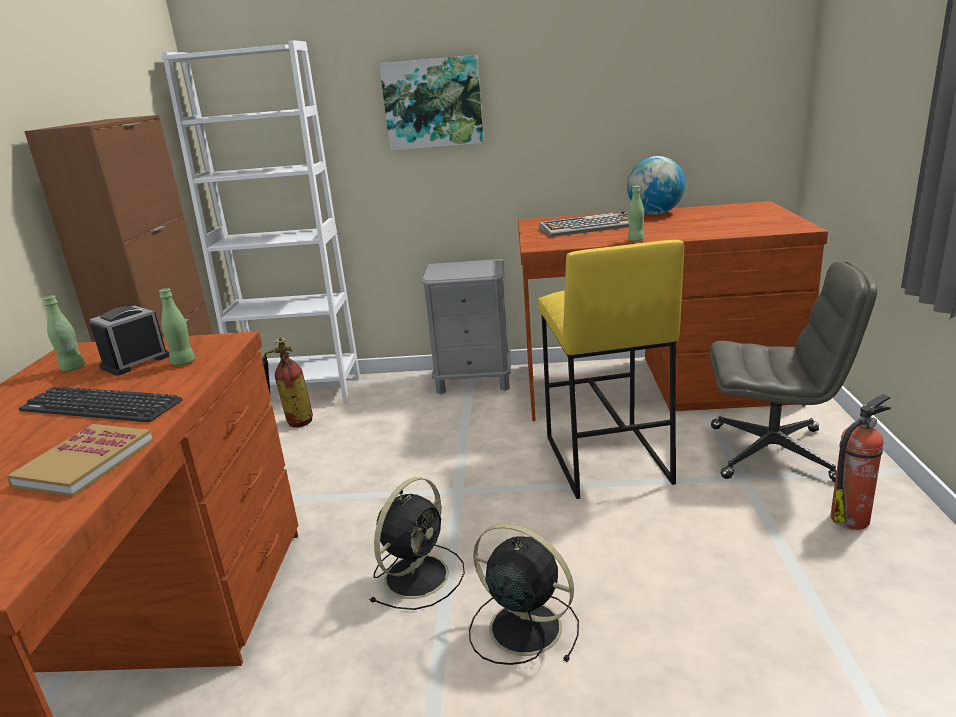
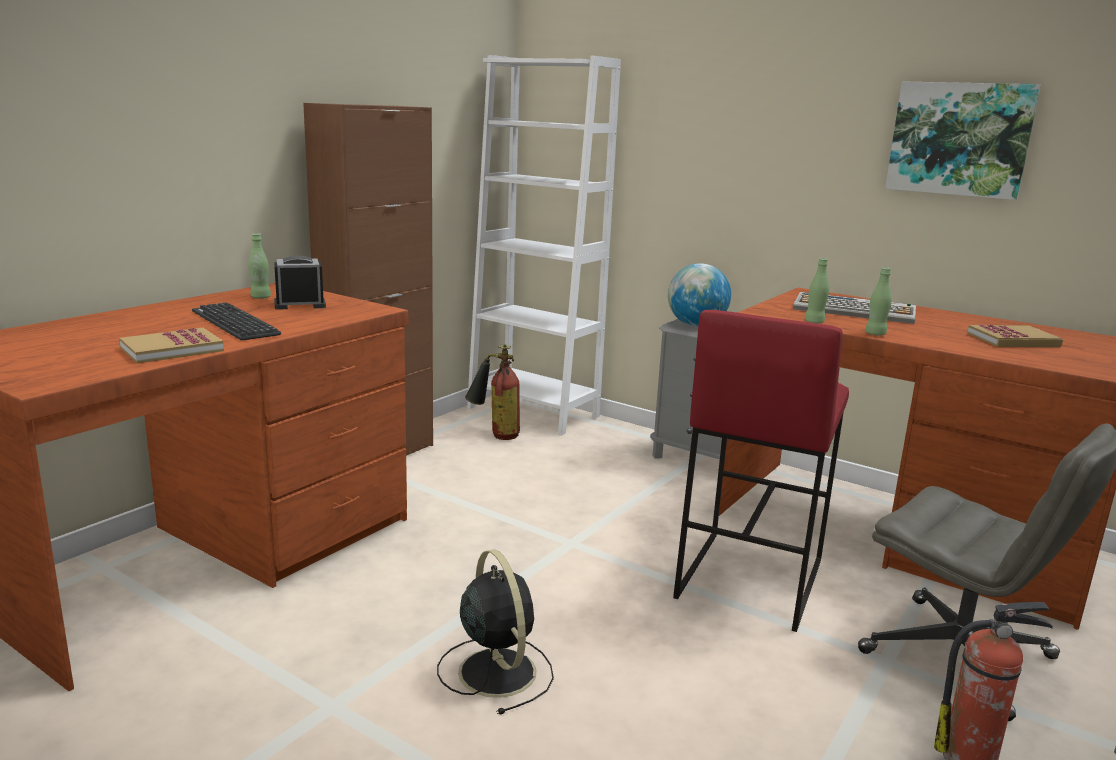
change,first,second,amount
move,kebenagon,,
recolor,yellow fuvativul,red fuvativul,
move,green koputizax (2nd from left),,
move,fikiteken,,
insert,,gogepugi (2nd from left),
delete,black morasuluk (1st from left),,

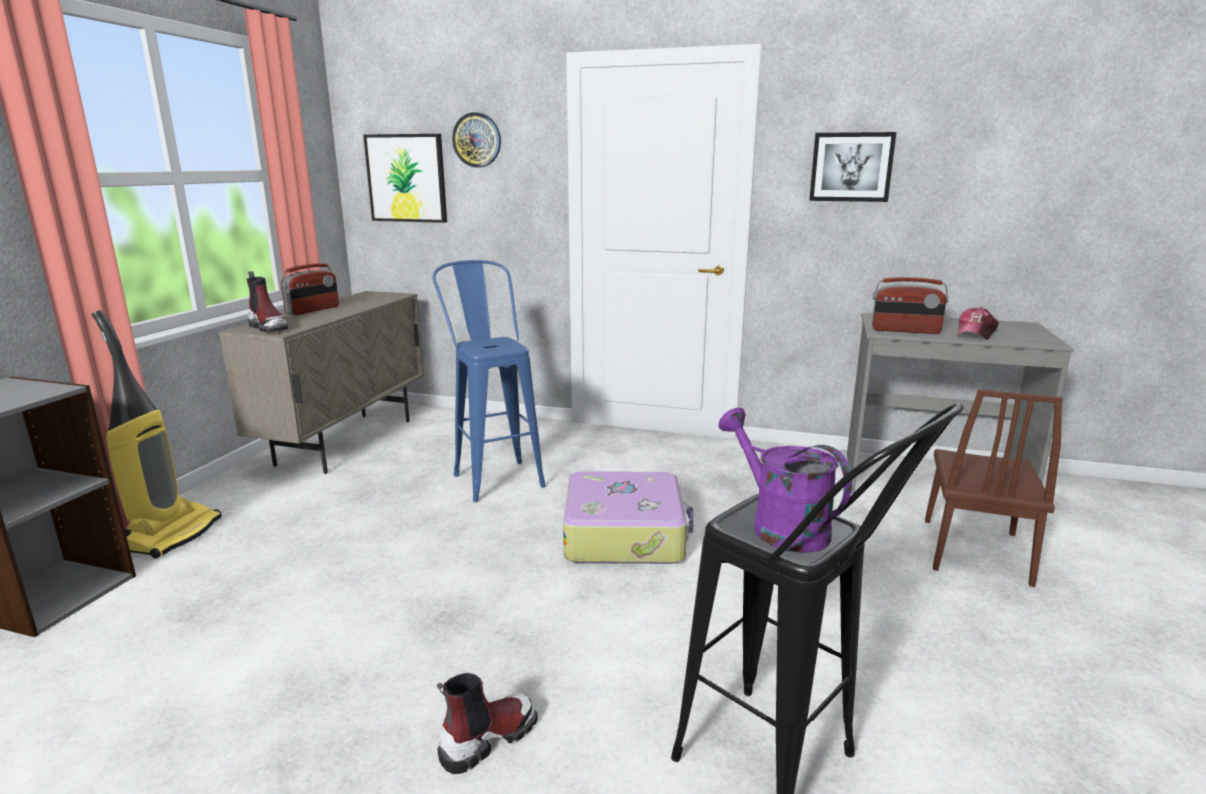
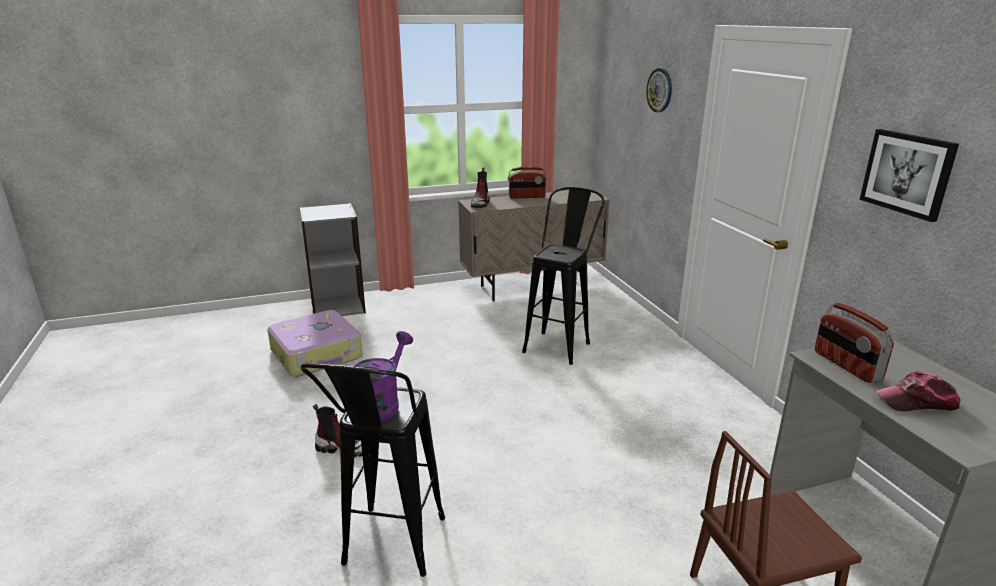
change,first,second,amount
move,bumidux,,
recolor,blue fuvativul,black fuvativul (2nd from left),
delete,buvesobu,,
delete,fikiteken (1st from left),,

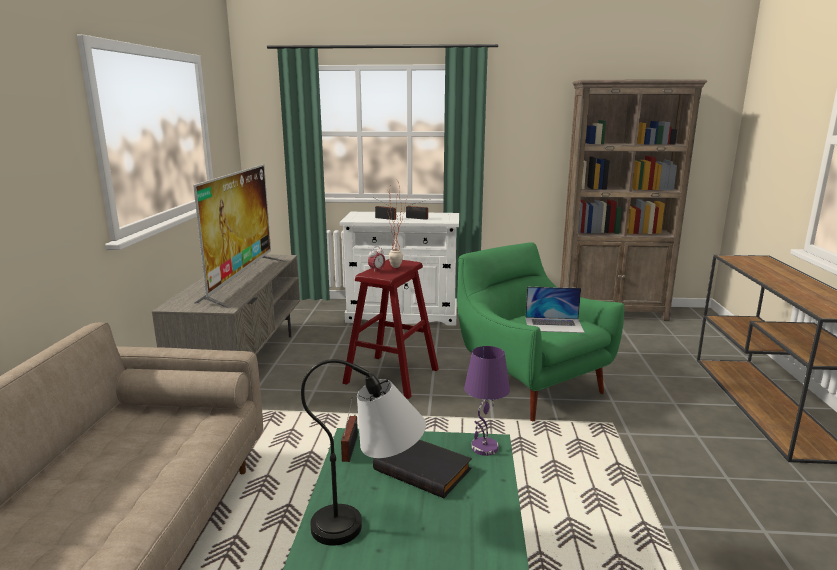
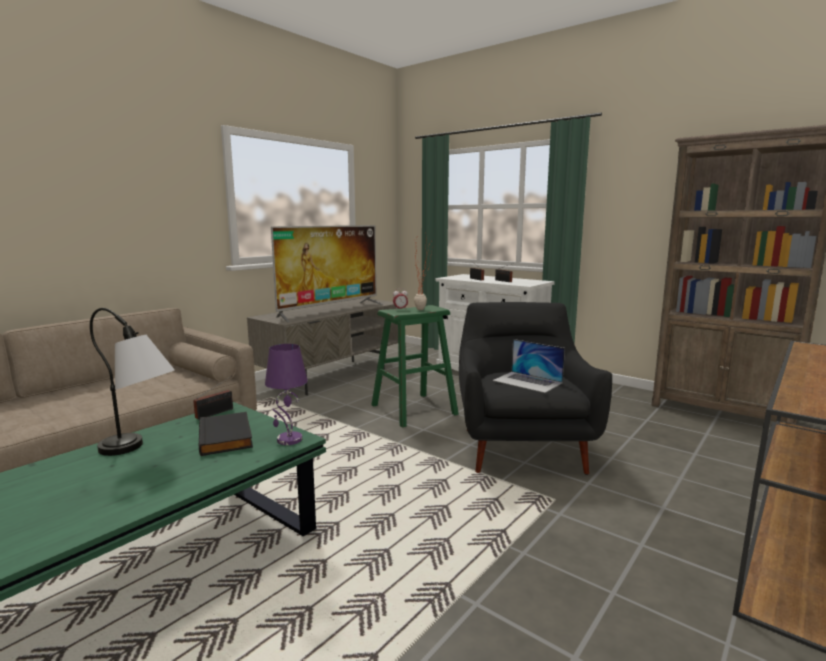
change,first,second,amount
recolor,red fuvativul,green fuvativul,
recolor,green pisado,black pisado,

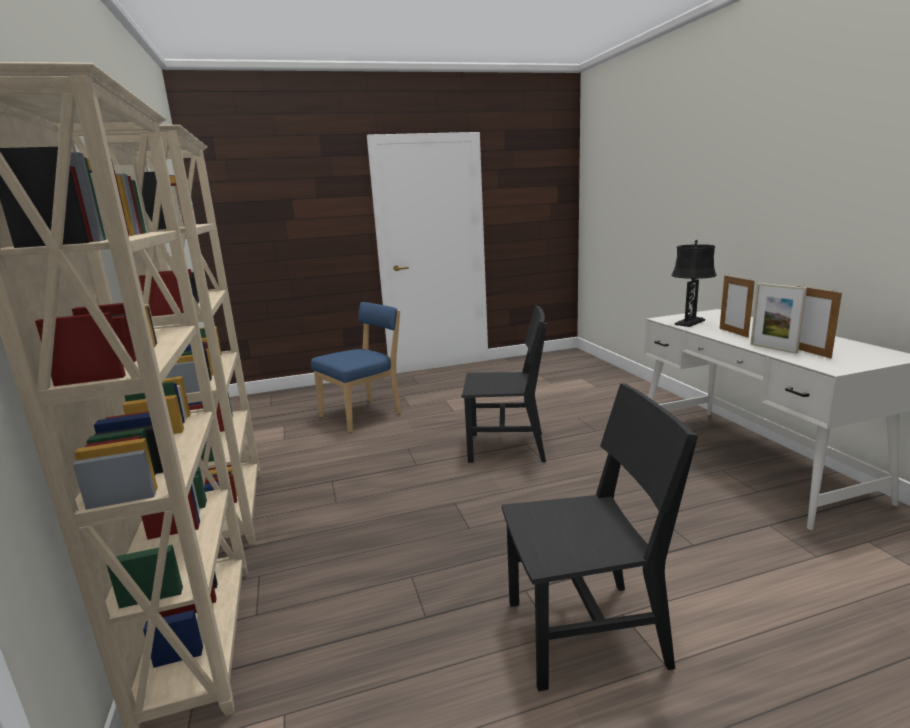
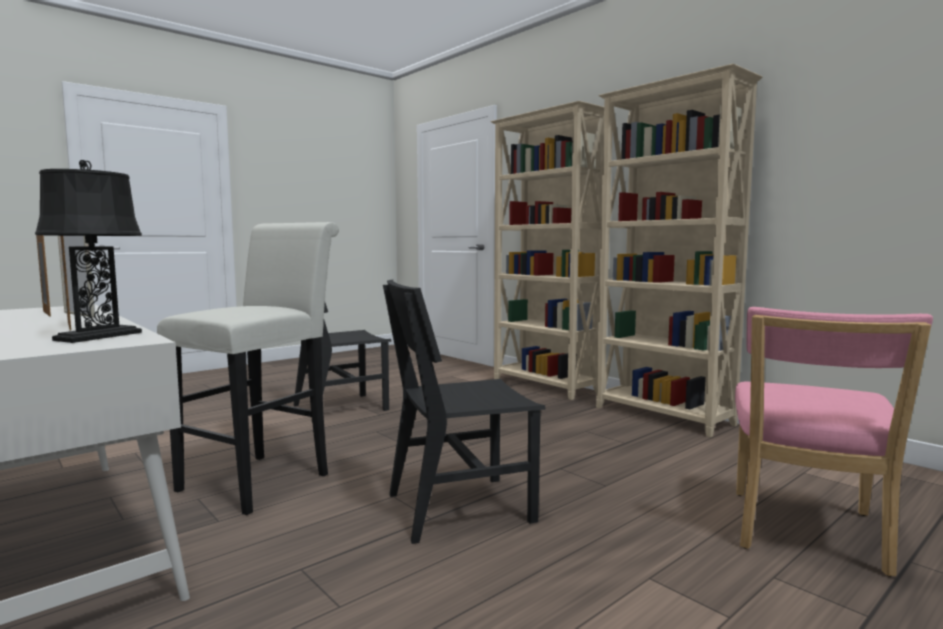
change,first,second,amount
insert,,white fuvativul,
recolor,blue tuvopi,pink tuvopi,

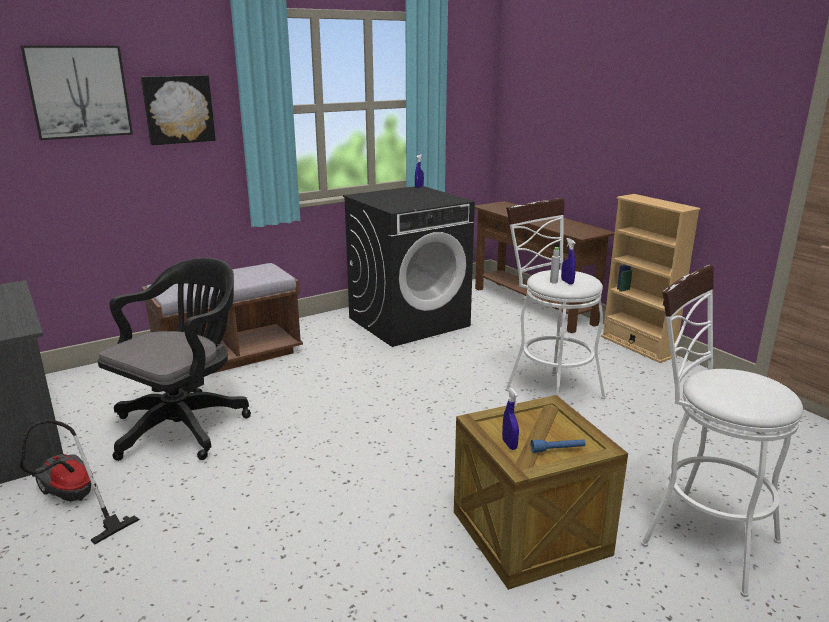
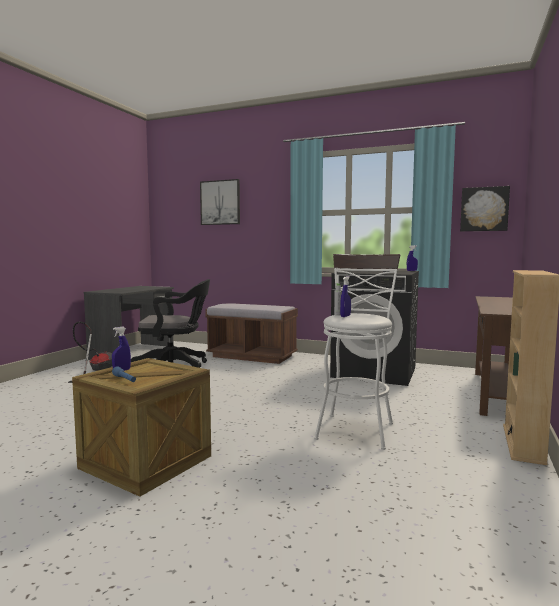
change,first,second,amount
move,fikiteken (2nd from left),,
delete,white fuvativul (2nd from left),,

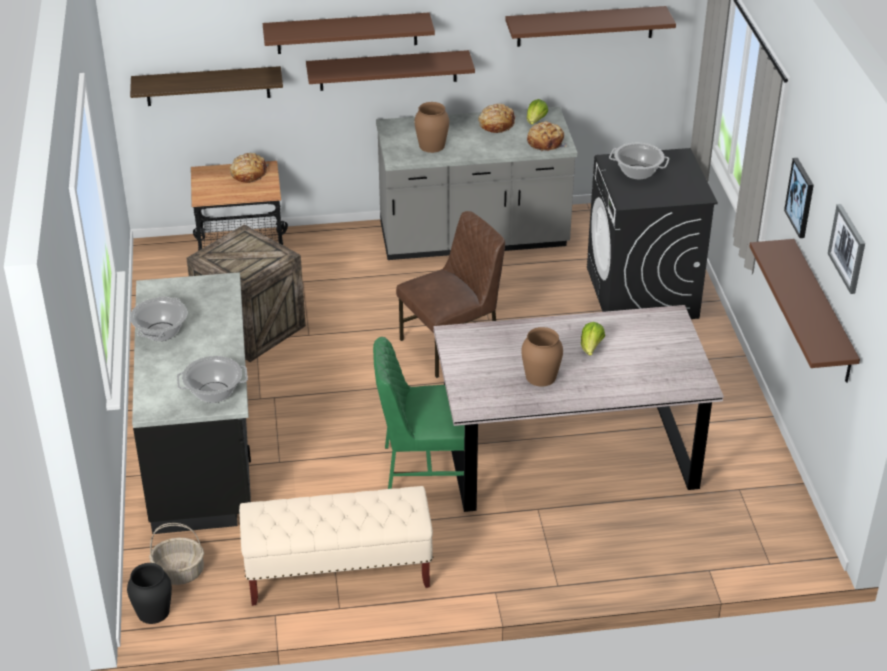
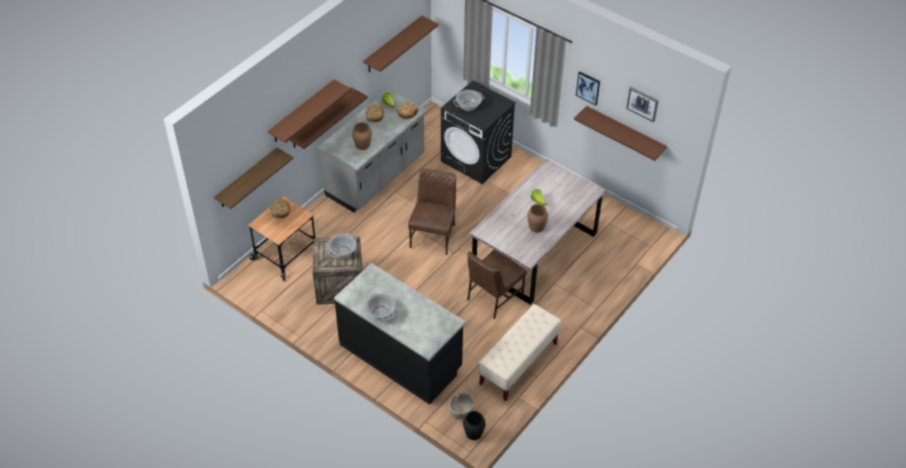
change,first,second,amount
move,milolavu (2nd from left in the first image),milolavu (1st from left),
recolor,green tuvopi,brown tuvopi (2nd from left),

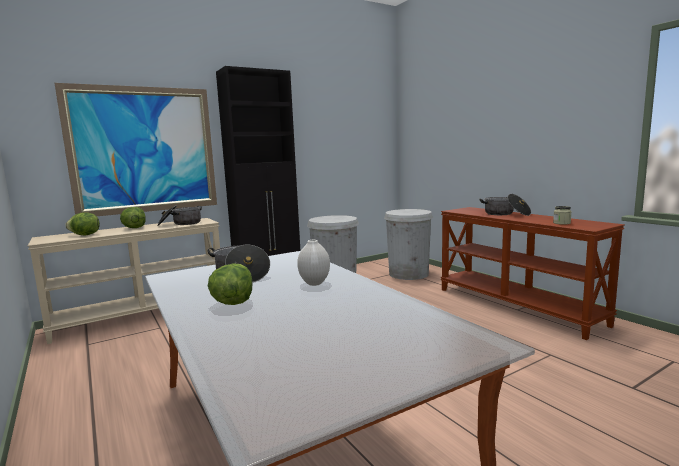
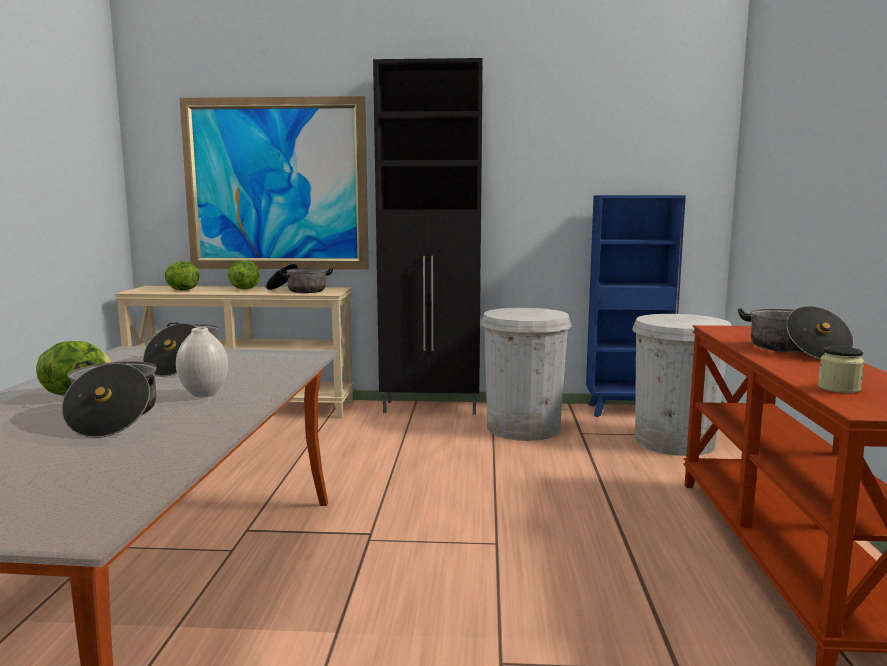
change,first,second,amount
insert,,milolavu (1st from left),
insert,,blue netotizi,

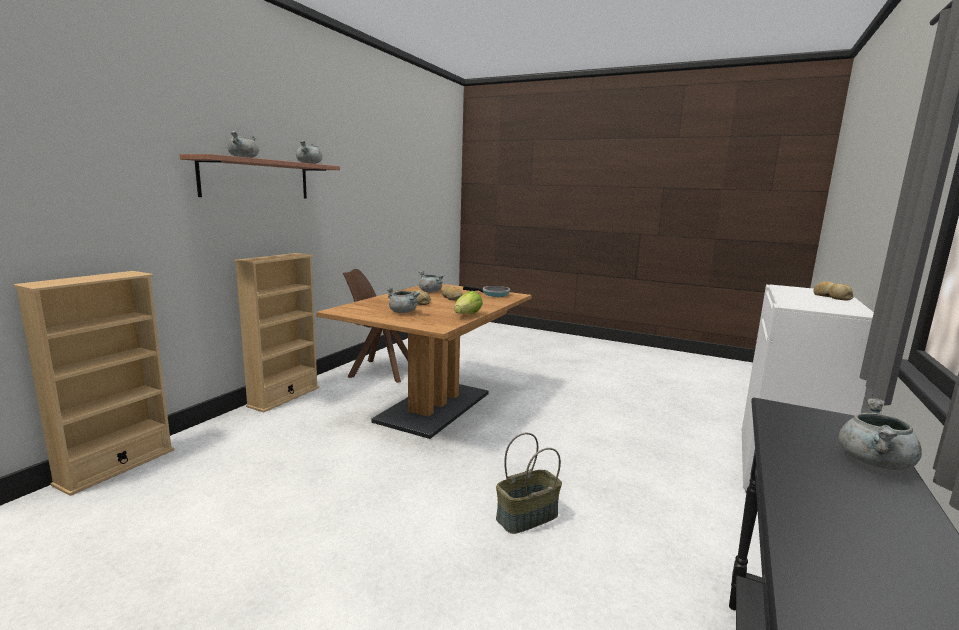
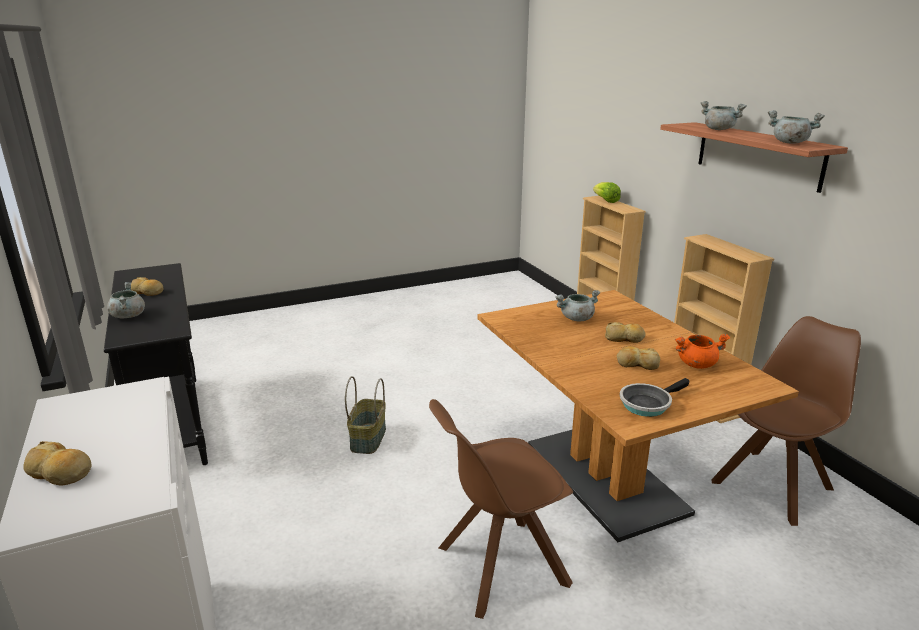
change,first,second,amount
insert,,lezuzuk (2nd from left),
insert,,brown tuvopi (1st from left),
move,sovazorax,,
recolor,grey milolavu (4th from left),orange milolavu,

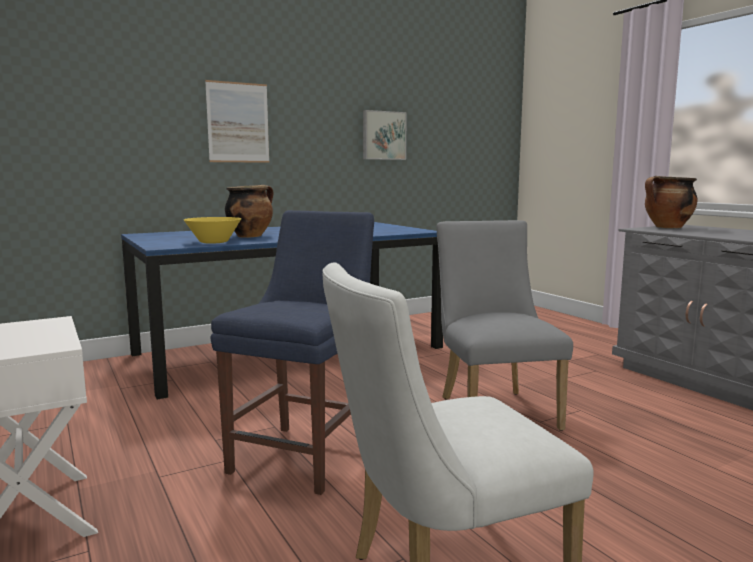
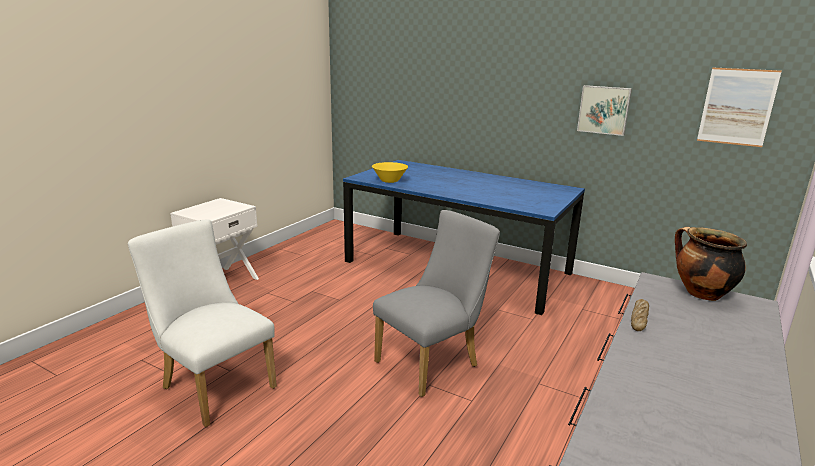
change,first,second,amount
insert,,lezuzuk,
move,fikiteken (1st from left in the first image),fikiteken (2nd from left),
delete,blue tuvopi,,
delete,milolavu (1st from left),,

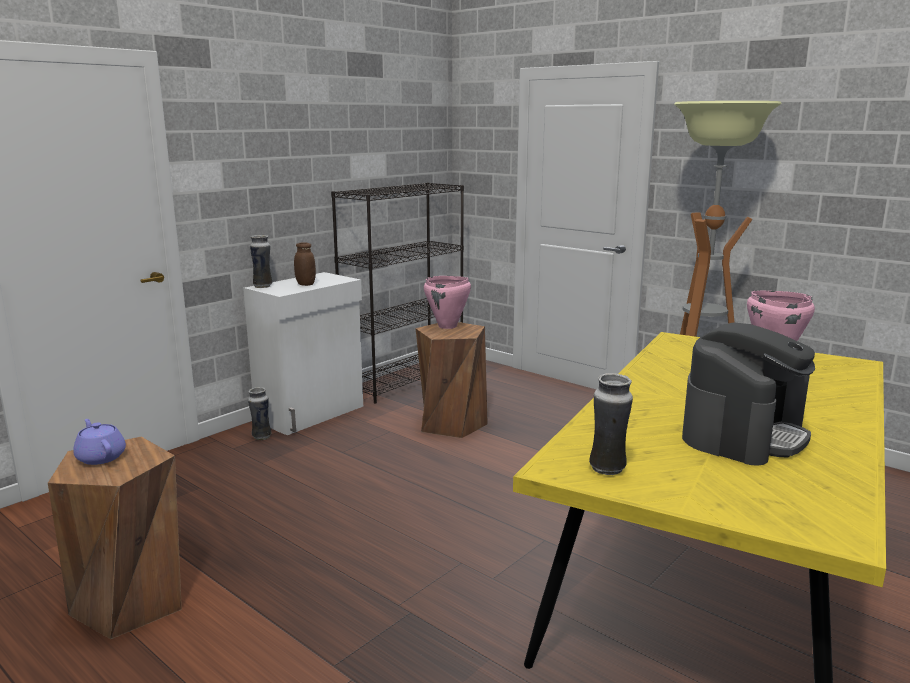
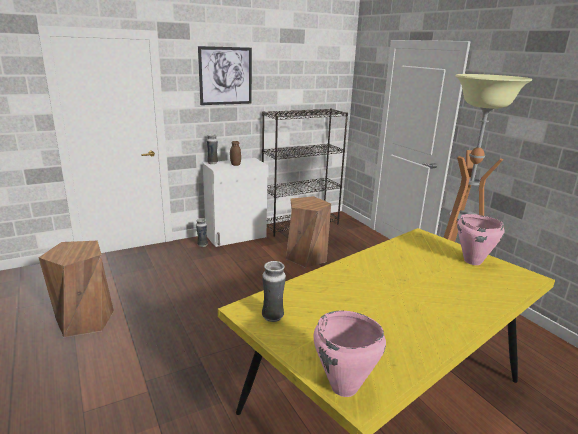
change,first,second,amount
insert,,fikiteken,
move,pink milolavu (1st from left),,
delete,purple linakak,,
delete,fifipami,,

